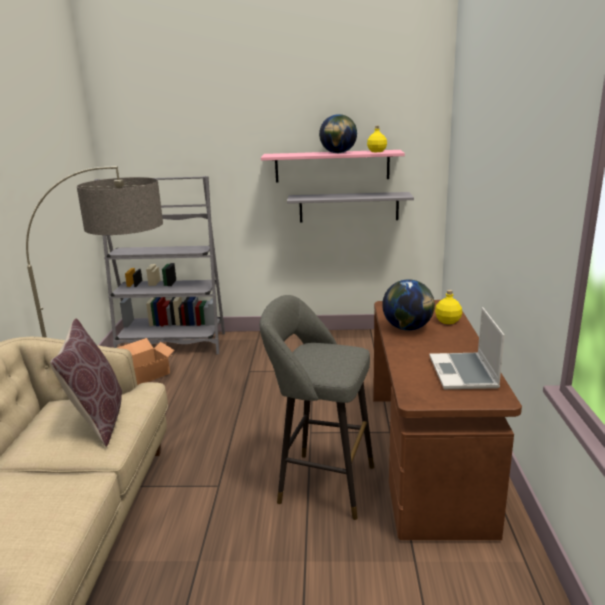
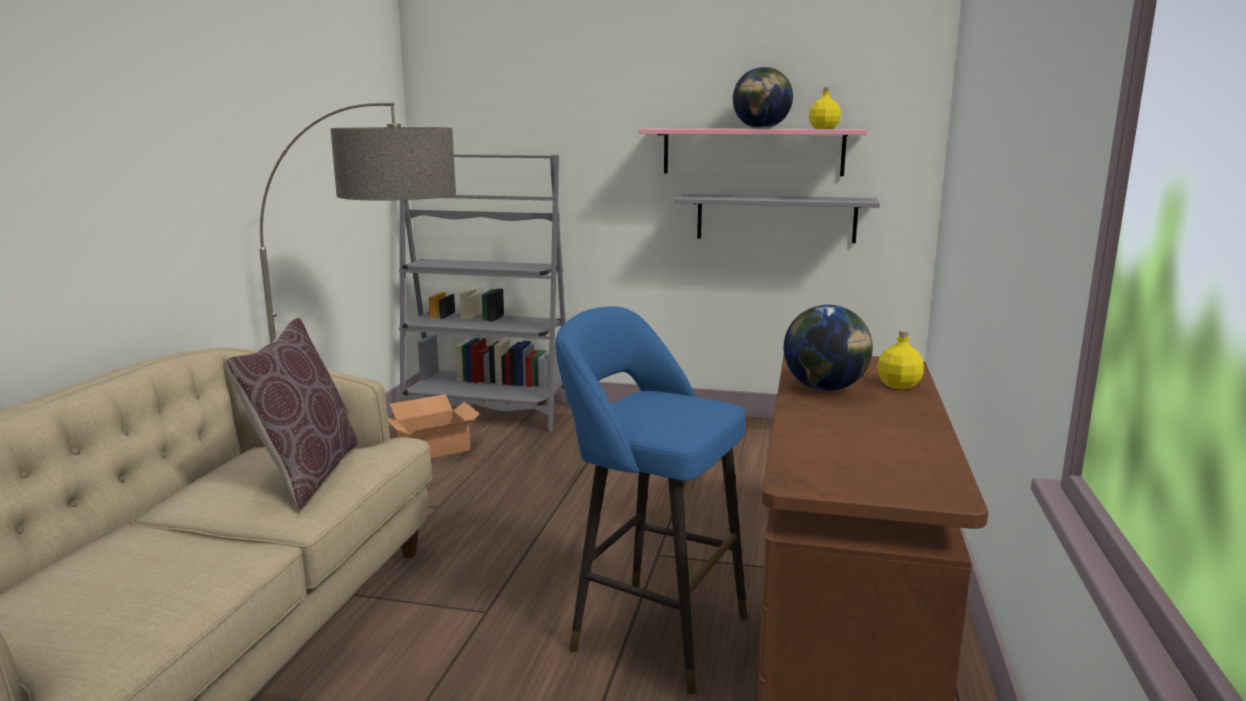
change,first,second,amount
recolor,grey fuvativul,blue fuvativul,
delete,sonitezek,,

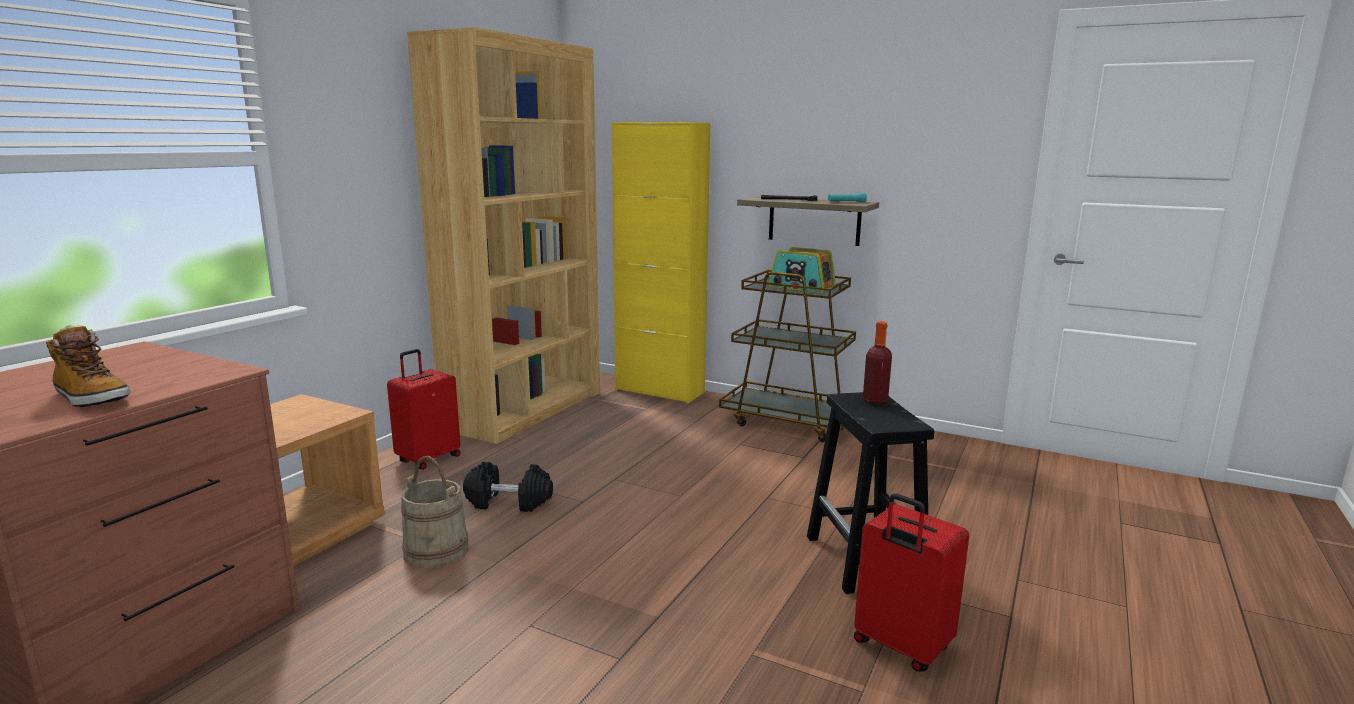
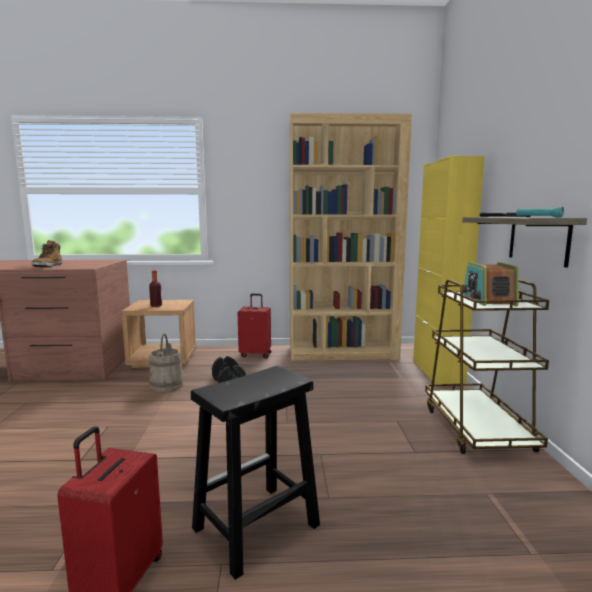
change,first,second,amount
move,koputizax,,

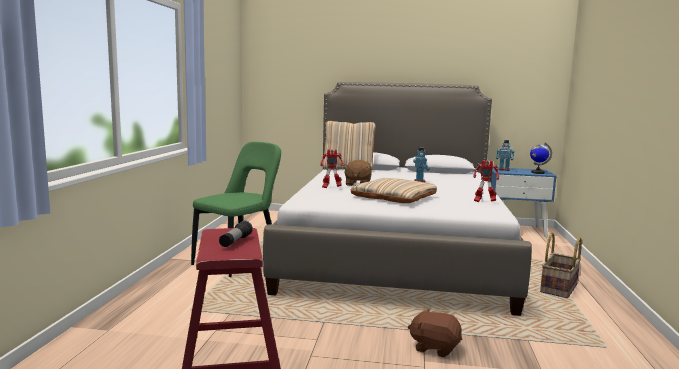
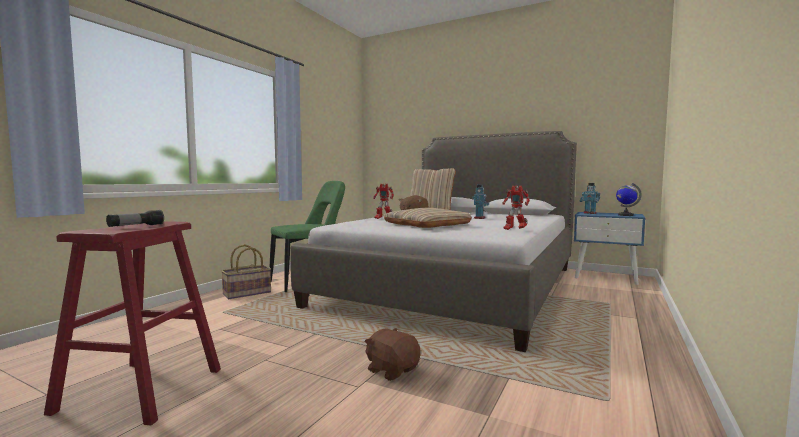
change,first,second,amount
move,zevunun,,

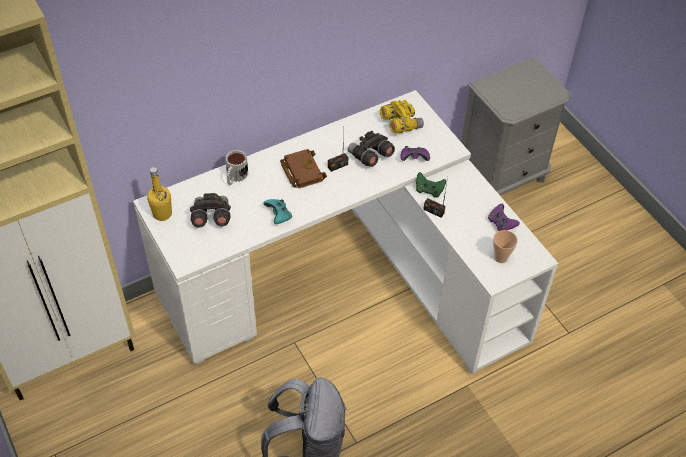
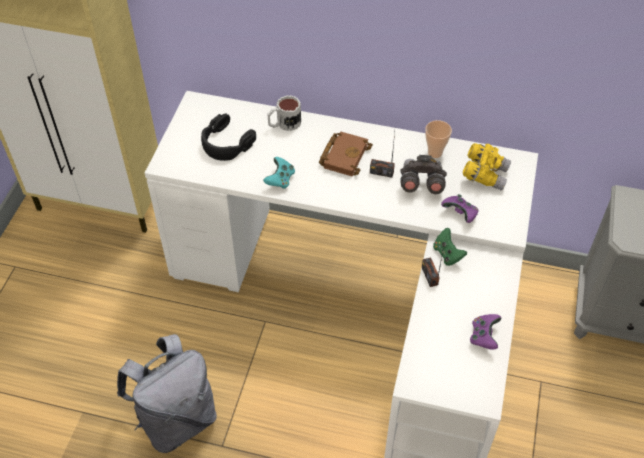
change,first,second,amount
replace,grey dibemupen (1st from left),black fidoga,
move,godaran,,
delete,yellow koputizax,,

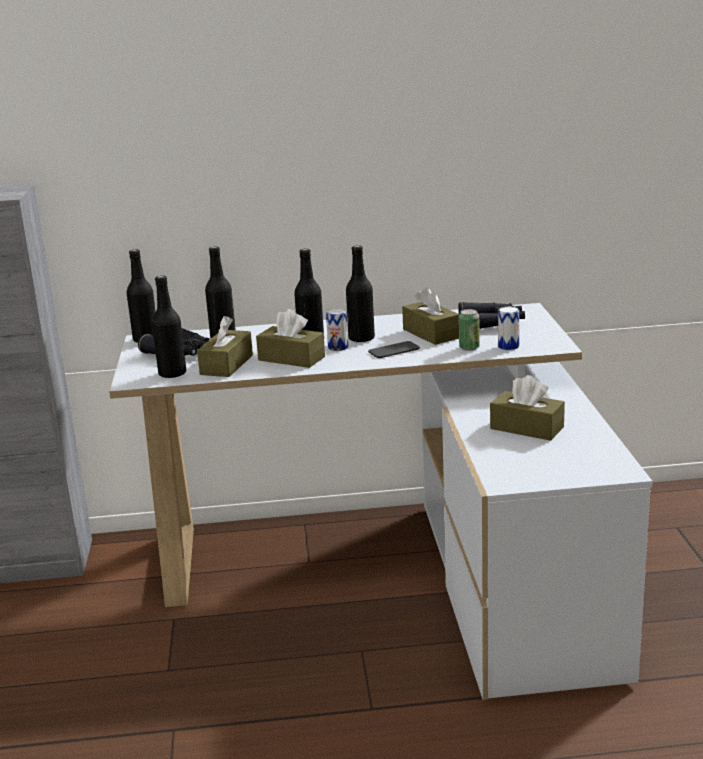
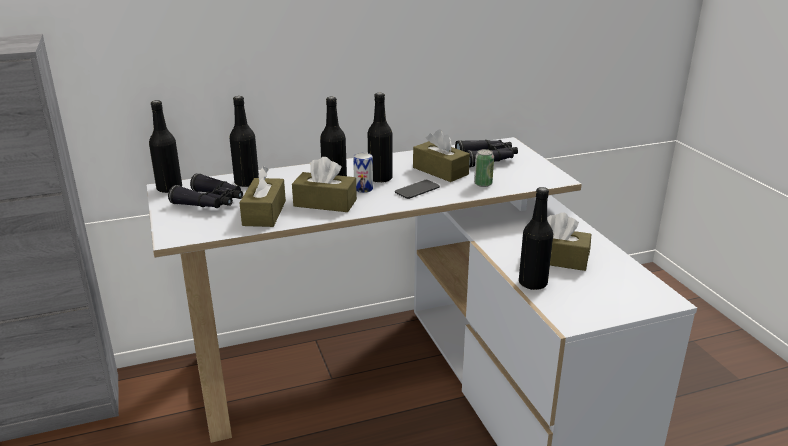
change,first,second,amount
move,black koputizax (2nd from left in the first image),black koputizax (5th from left),
delete,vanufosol (3rd from left),,

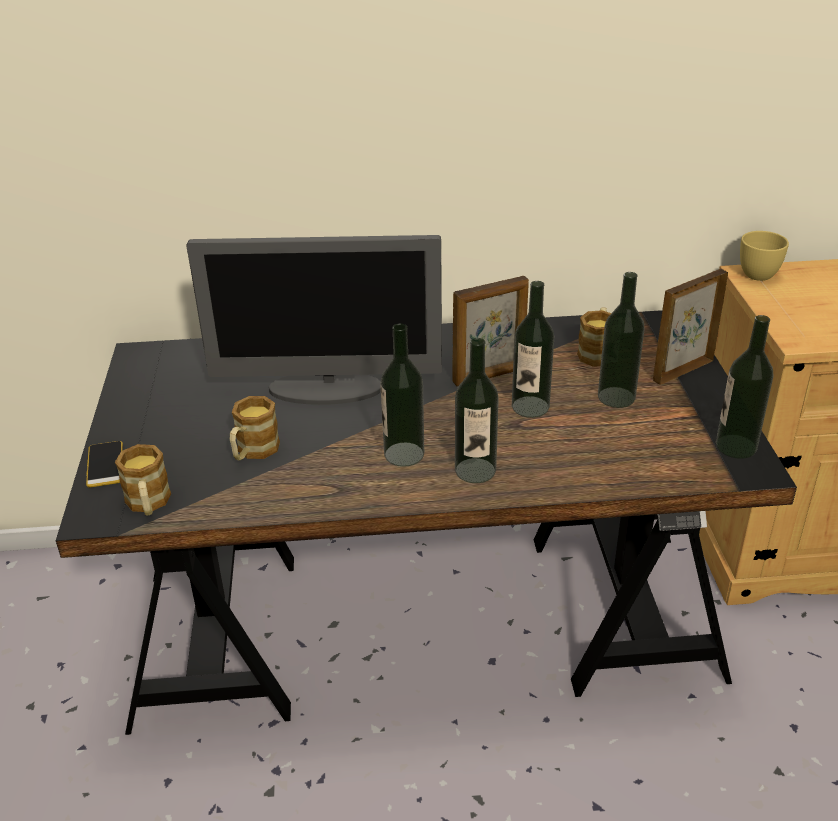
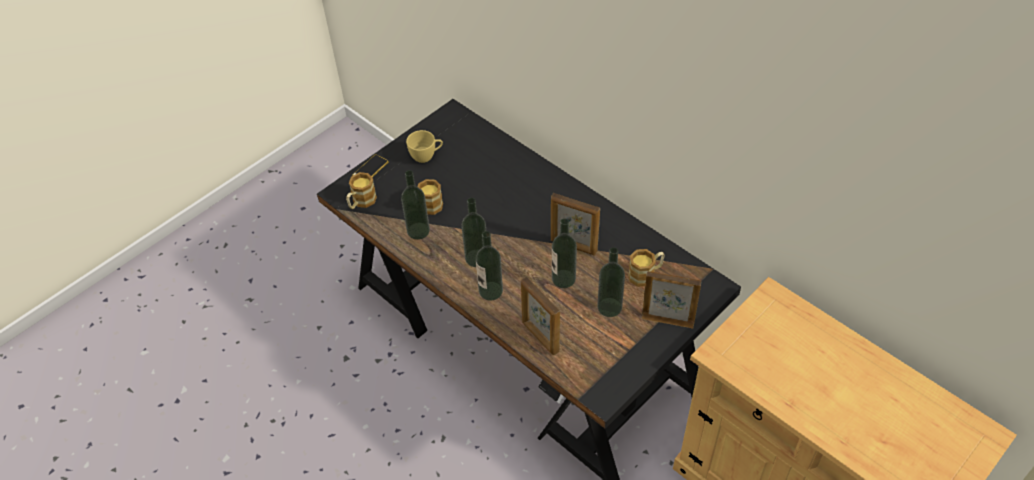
change,first,second,amount
move,koputizax (5th from left in the first image),koputizax (1st from left),
move,yellow godaran,,
insert,,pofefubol (1st from left),
delete,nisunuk,,

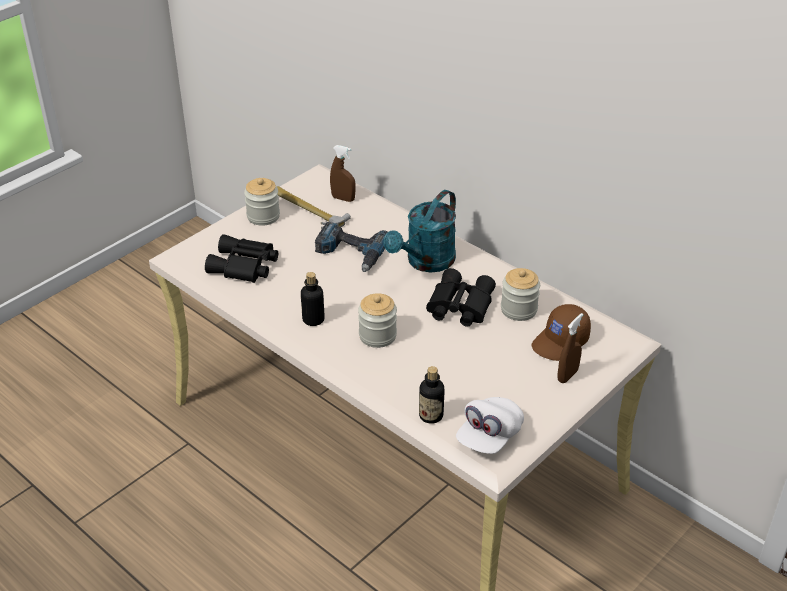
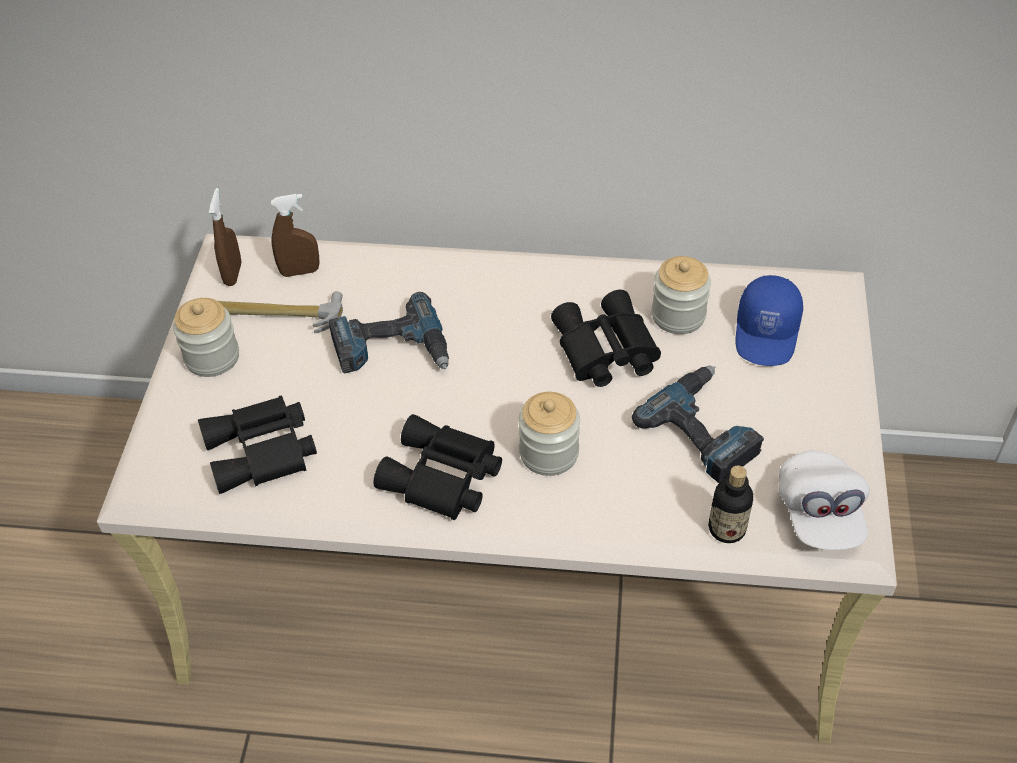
change,first,second,amount
move,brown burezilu (2nd from left in the first image),brown burezilu (1st from left),
replace,koputizax (1st from left),black dibemupen (2nd from left),
insert,,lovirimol (2nd from left),
recolor,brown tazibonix,blue tazibonix,
delete,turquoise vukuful,,

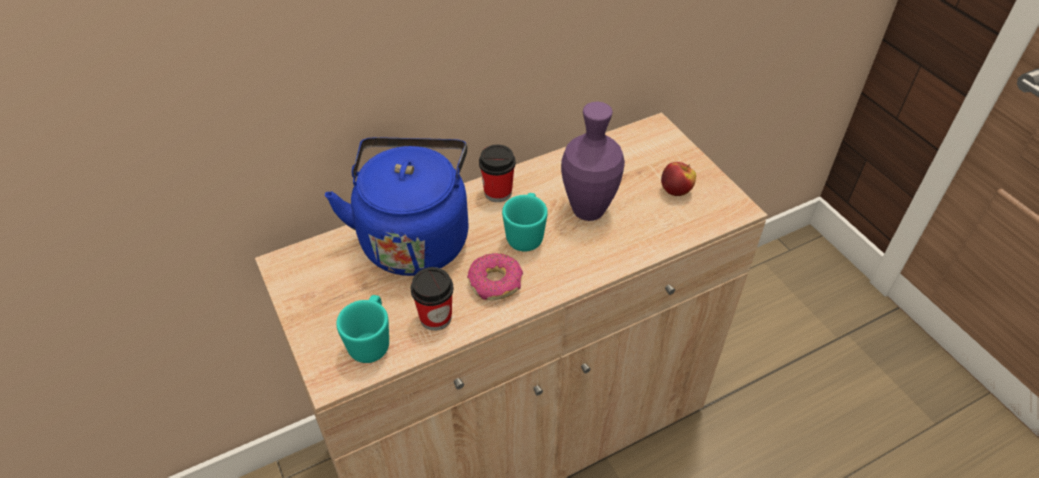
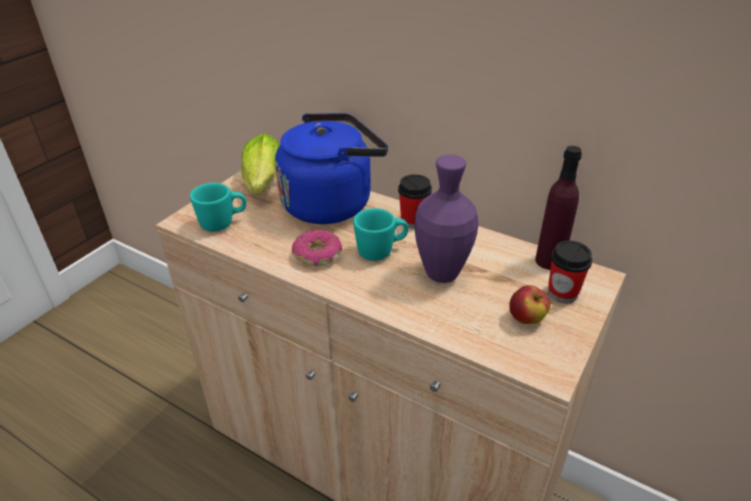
change,first,second,amount
insert,,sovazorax,
insert,,purple koputizax,
move,godaran (1st from left in the first image),godaran (2nd from left),

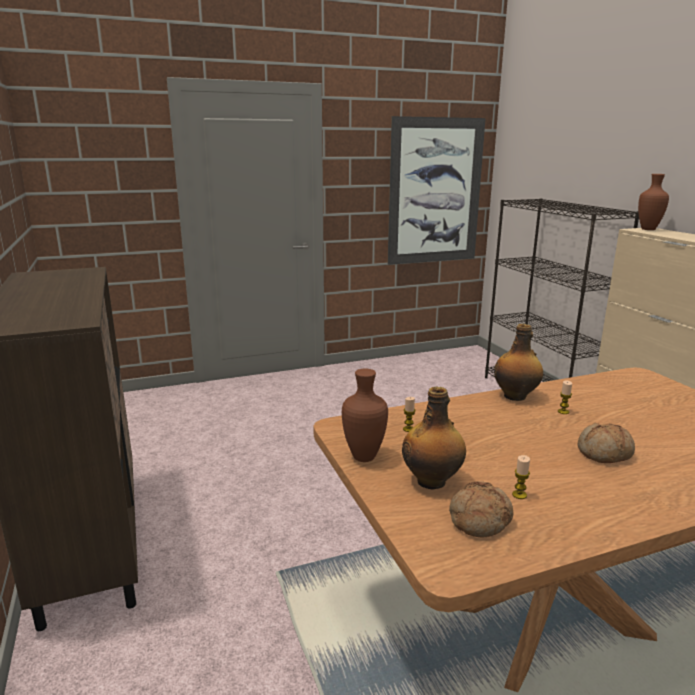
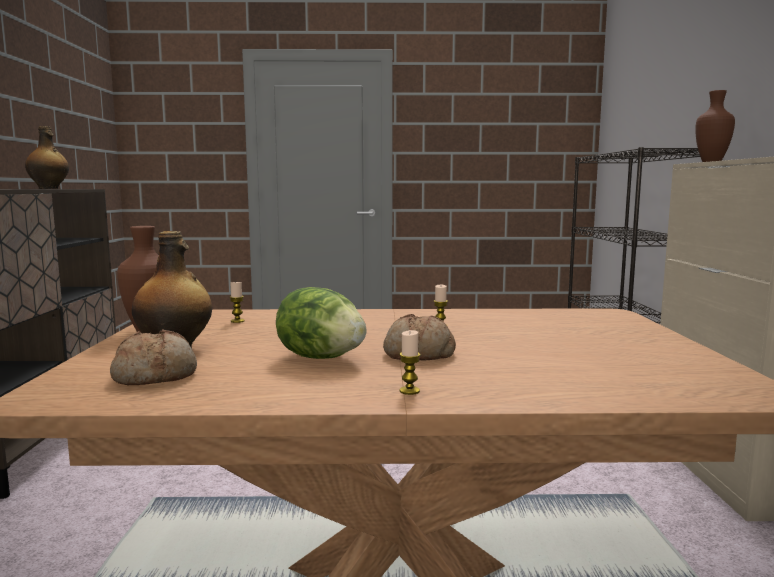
change,first,second,amount
move,koputizax (2nd from left in the first image),koputizax (1st from left),
insert,,sovazorax,
move,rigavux (2nd from left),,
delete,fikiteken,,

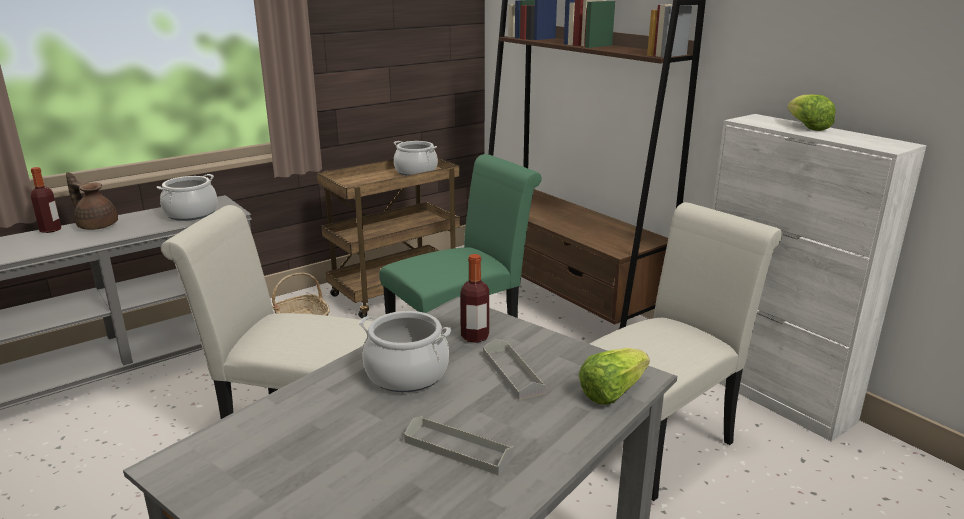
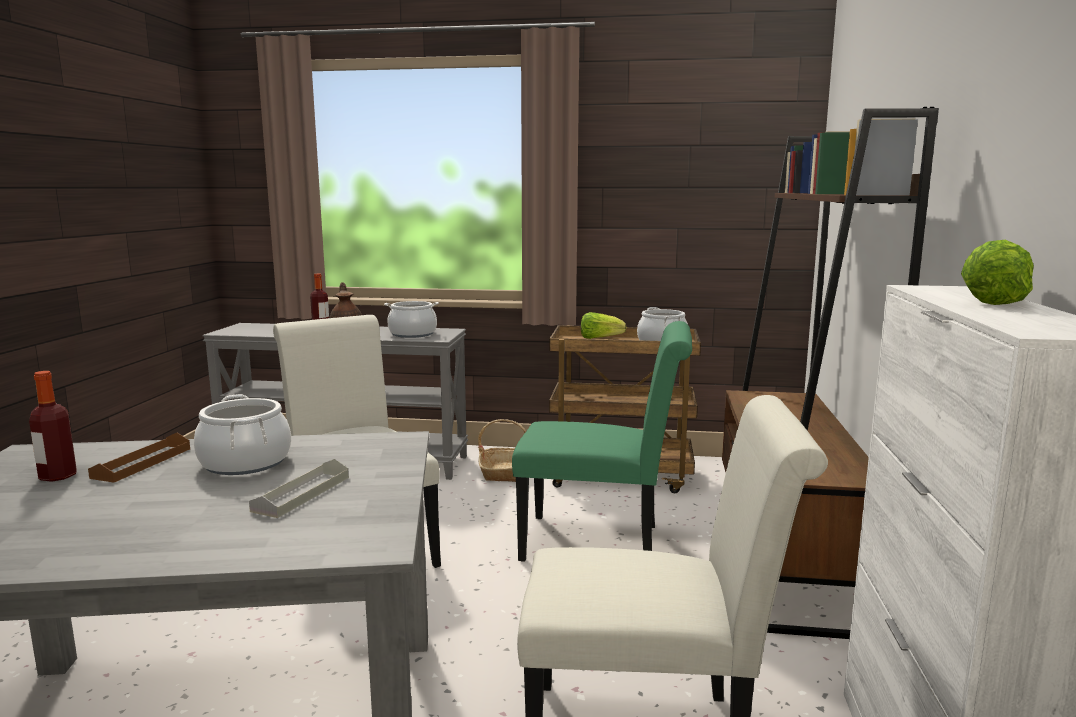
change,first,second,amount
move,koputizax (2nd from left in the first image),koputizax (1st from left),
insert,,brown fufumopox,
move,sovazorax (1st from left),,
delete,grey fufumopox (1st from left),,

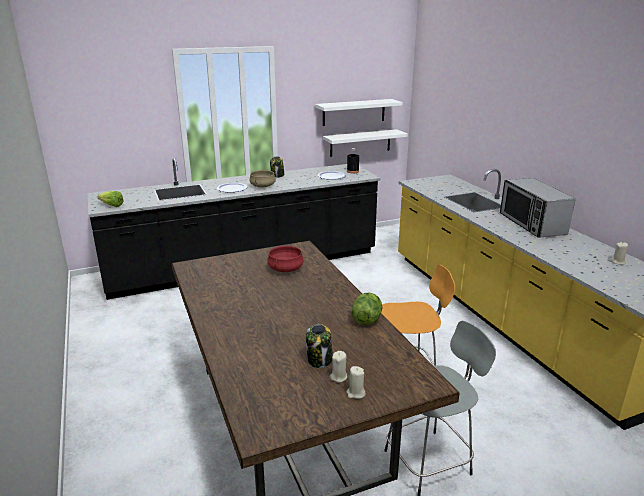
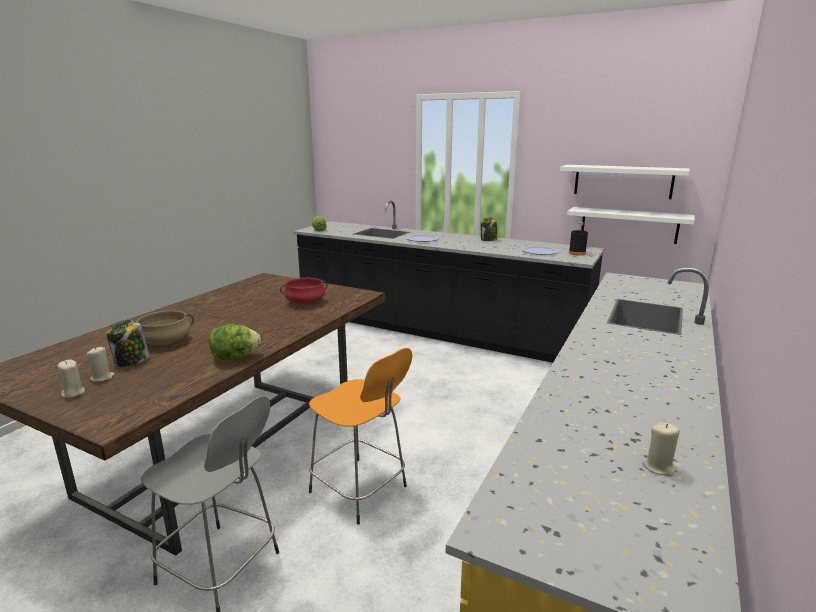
change,first,second,amount
move,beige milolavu,,
delete,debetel,,

